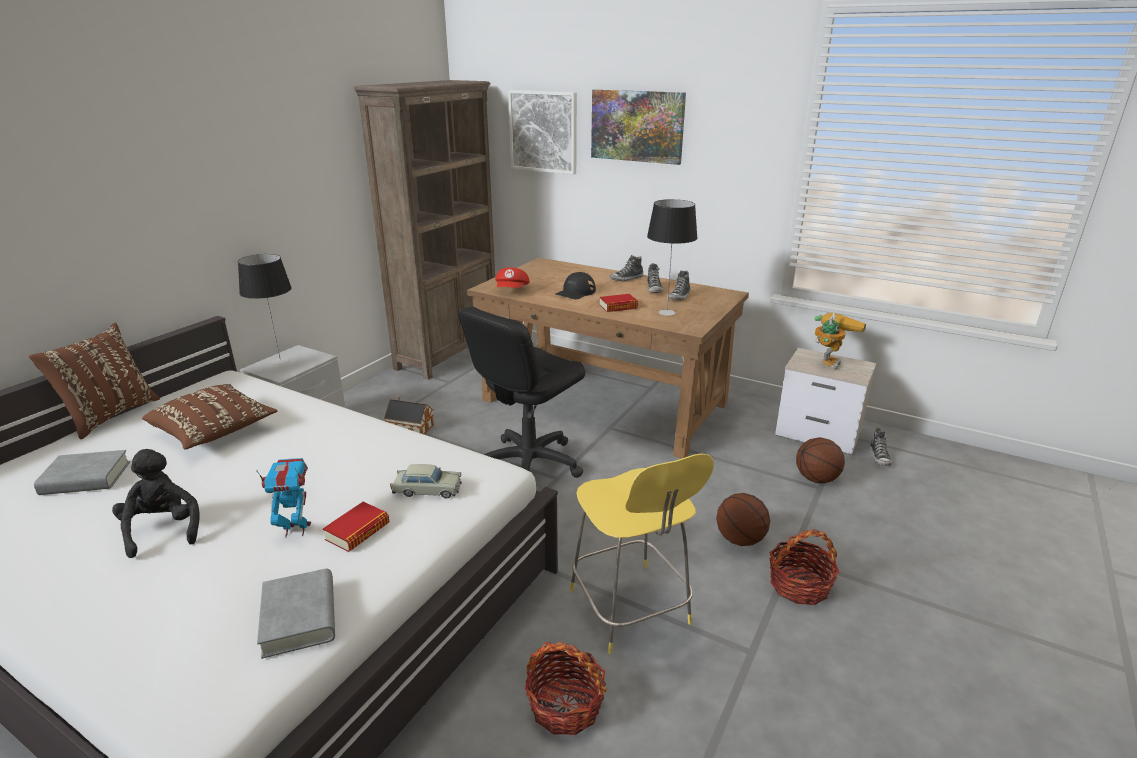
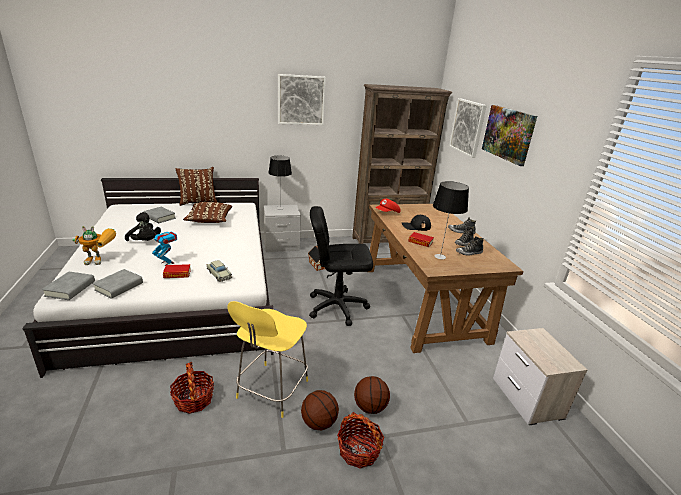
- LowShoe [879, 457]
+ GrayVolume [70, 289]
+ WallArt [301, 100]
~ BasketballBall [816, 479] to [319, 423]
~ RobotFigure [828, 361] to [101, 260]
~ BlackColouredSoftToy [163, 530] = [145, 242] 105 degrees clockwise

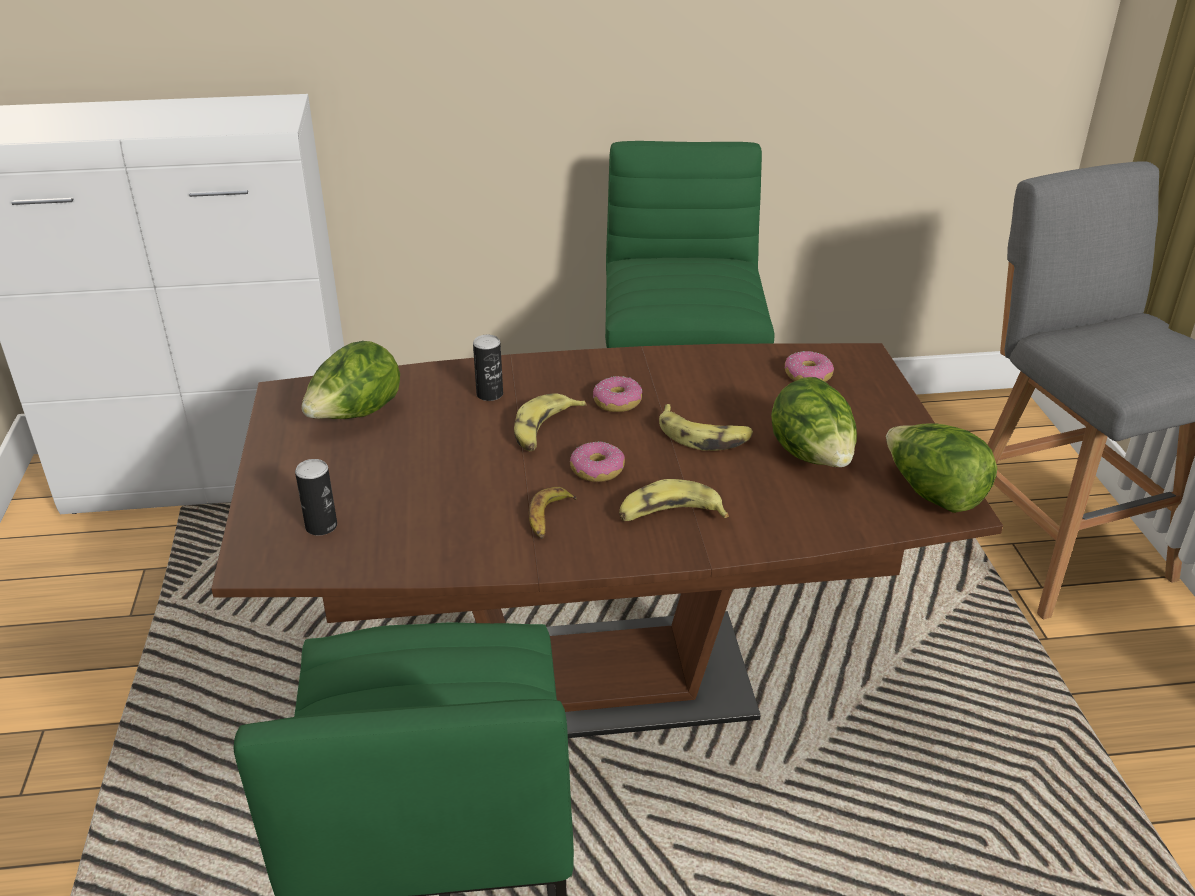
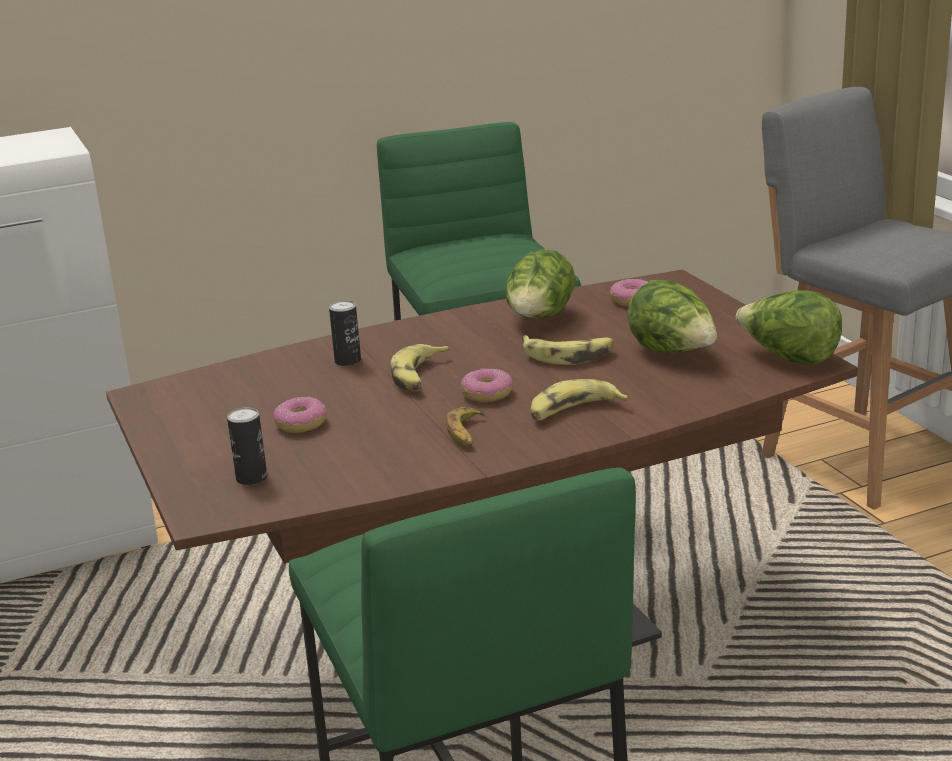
~ Lettuce [355, 416] to [540, 319]
~ RingDoughnut [617, 402] to [300, 424]

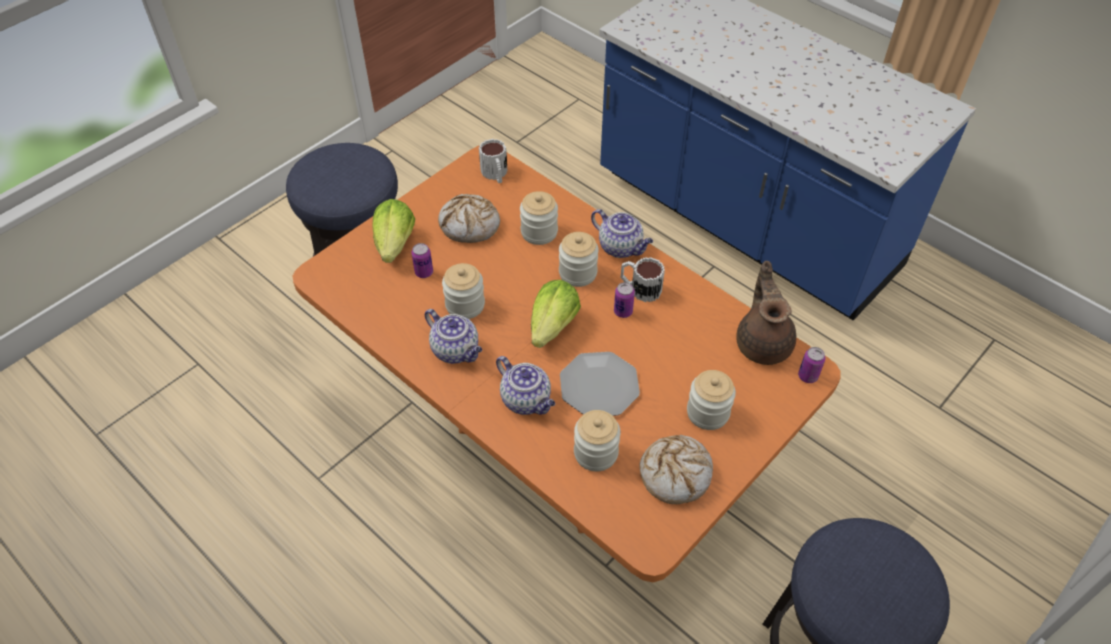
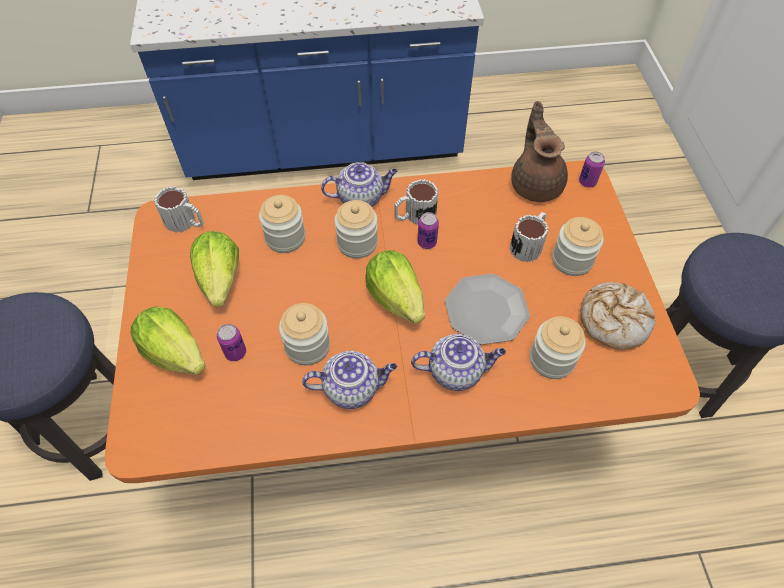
+ Mug [529, 244]
~ Bread [470, 225] to Lettuce [221, 280]
~ BrownishPotForTea [763, 342] = [536, 183] 45 degrees clockwise

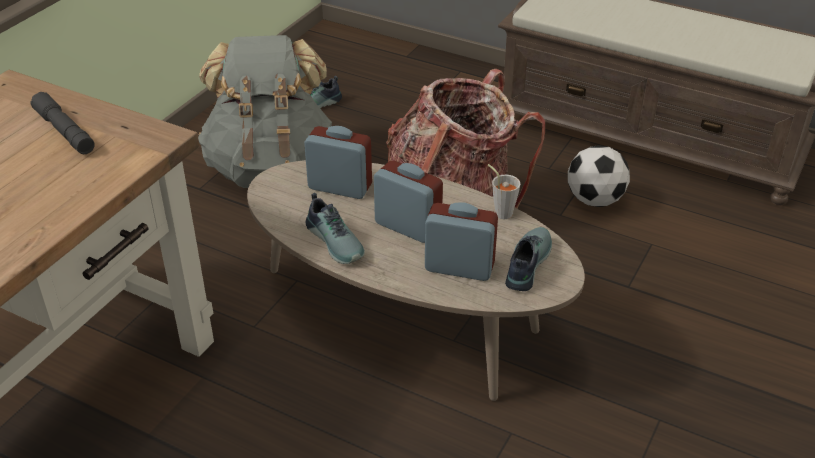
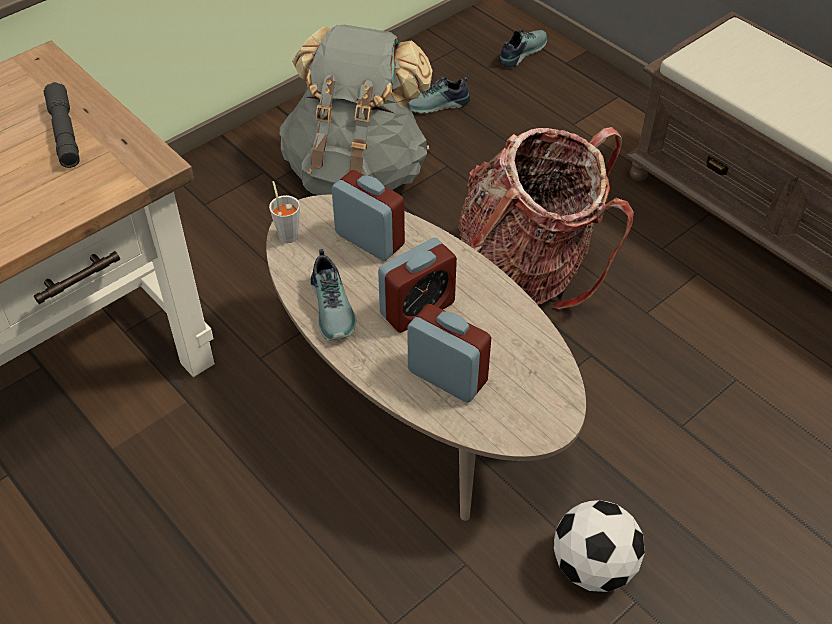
~ GraySmallCup [501, 211] to [287, 233]
~ LowShoe [525, 264] to [520, 52]
~ FootballBall [594, 200] to [593, 566]
~ TableClock [408, 226] = [417, 309] 90 degrees clockwise

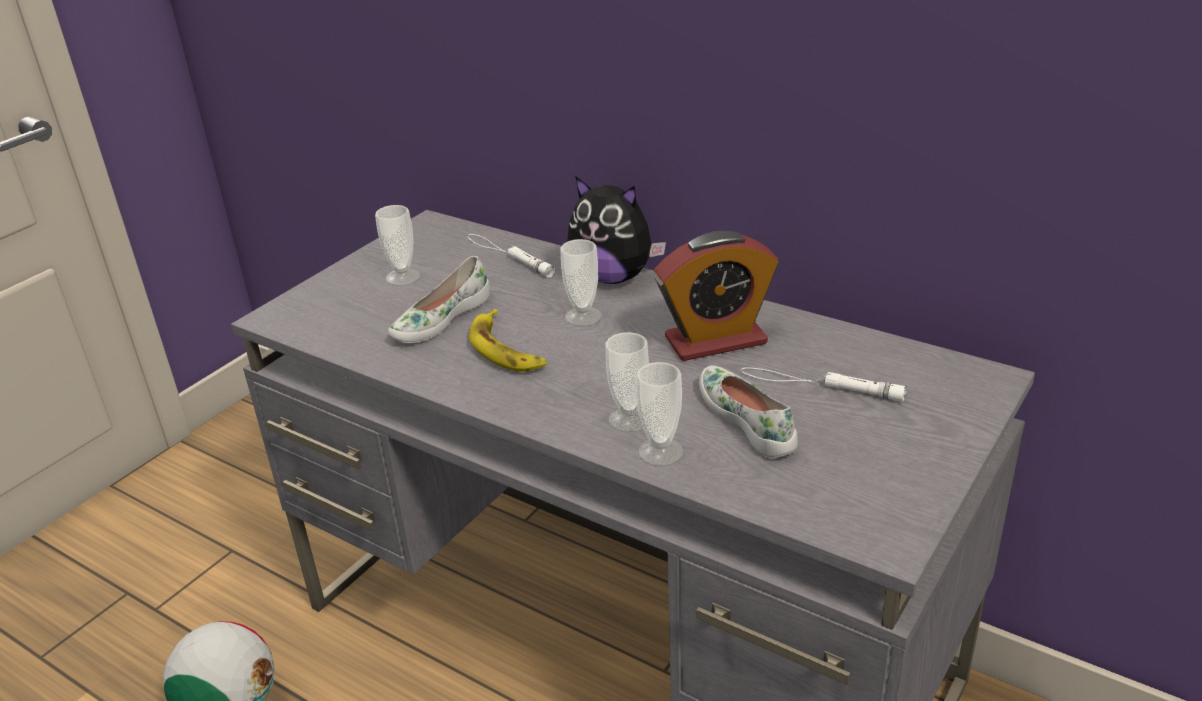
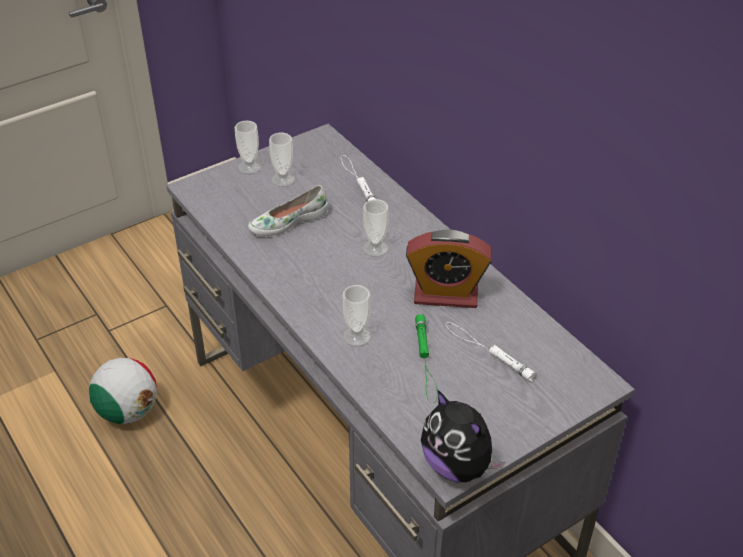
- BananaFruit [506, 349]
~ SoftToy [614, 277] to [458, 465]
~ SmallCup [660, 451] to [249, 167]
~ WhiteColouredLowShoe [747, 419] to GreenFlashlight [426, 360]

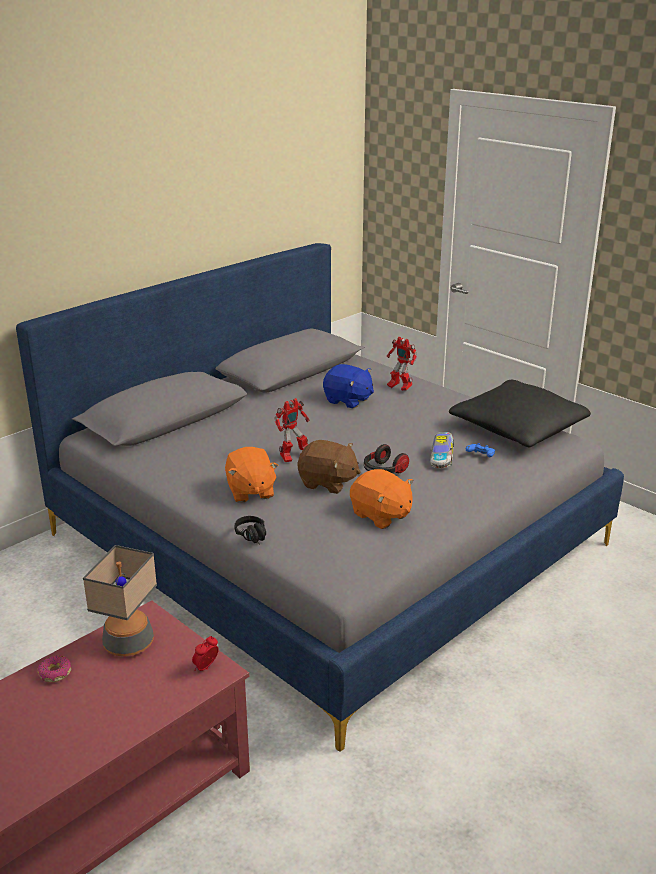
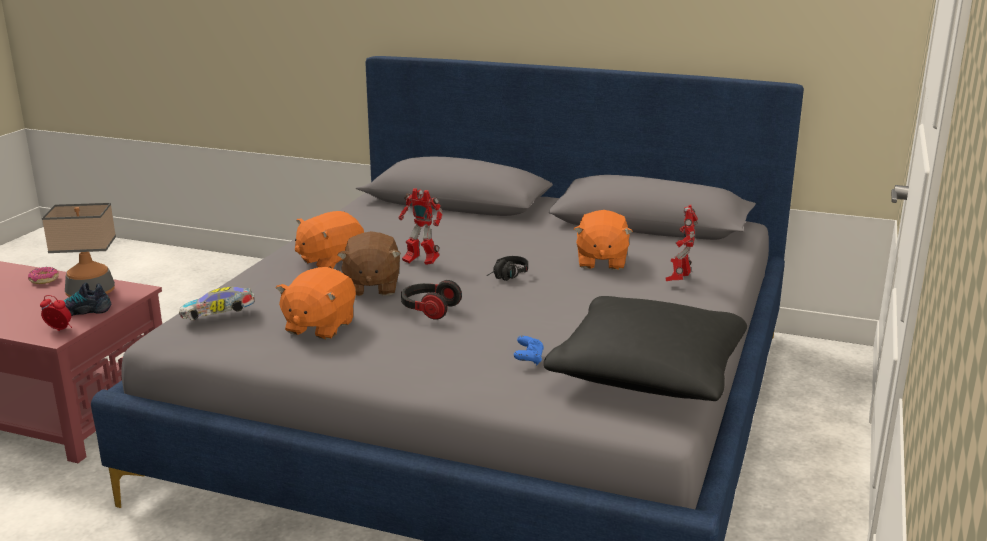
+ LowShoe [78, 312]
~ BlackColouredHeadset [254, 537] to [507, 276]
~ MiniatureCar [441, 457] to [220, 315]
~ BluishSoftToy [348, 400] to OrangeColouredSoftToy [601, 261]

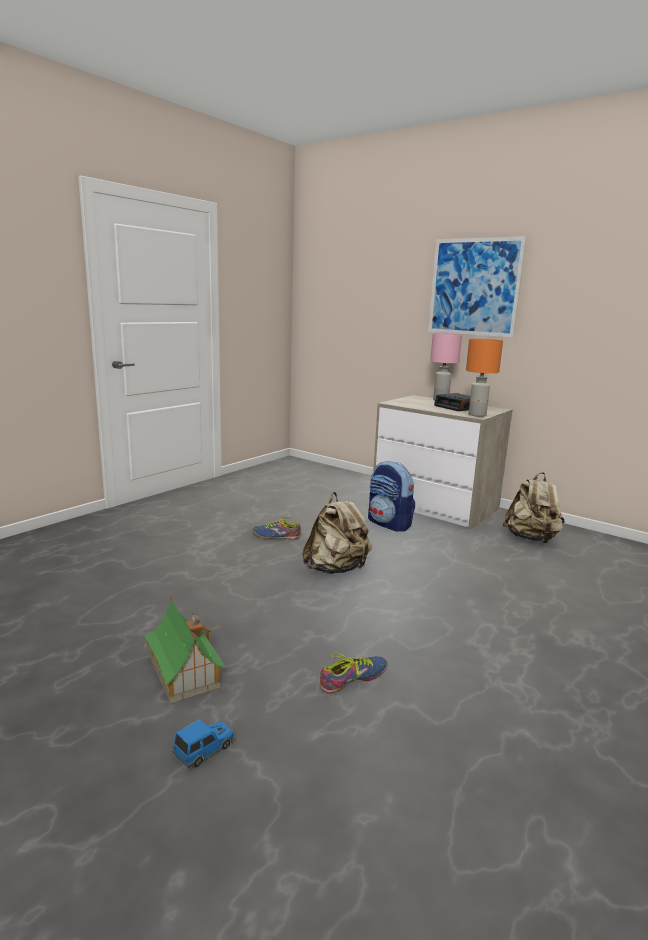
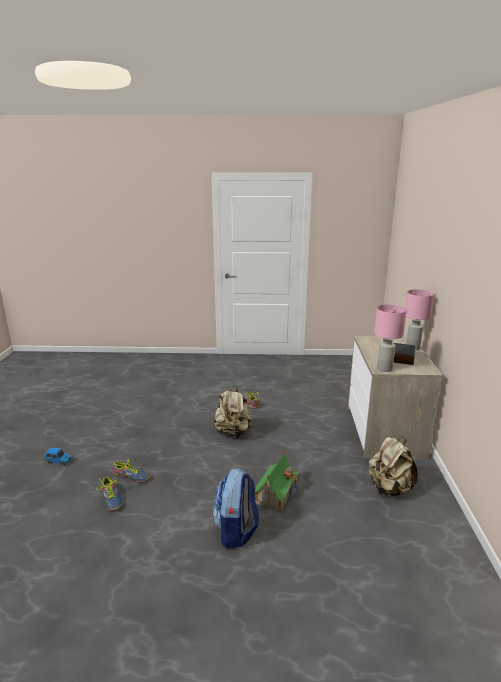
- WallArt [474, 287]
+ LowShoe [112, 498]
~ ModelHouse [184, 672] to [275, 493]
~ Backpack [389, 524] to [236, 531]
~ OrangeColouredTableLamp [477, 415] to PinkColouredTableLamp [385, 369]

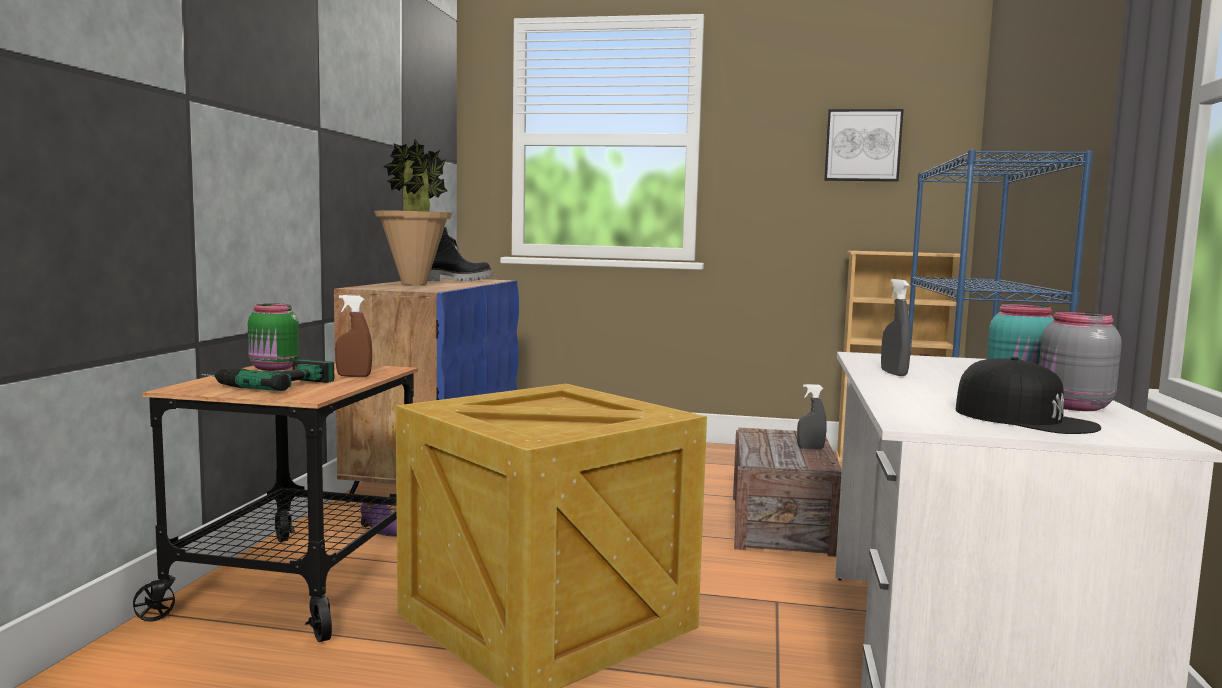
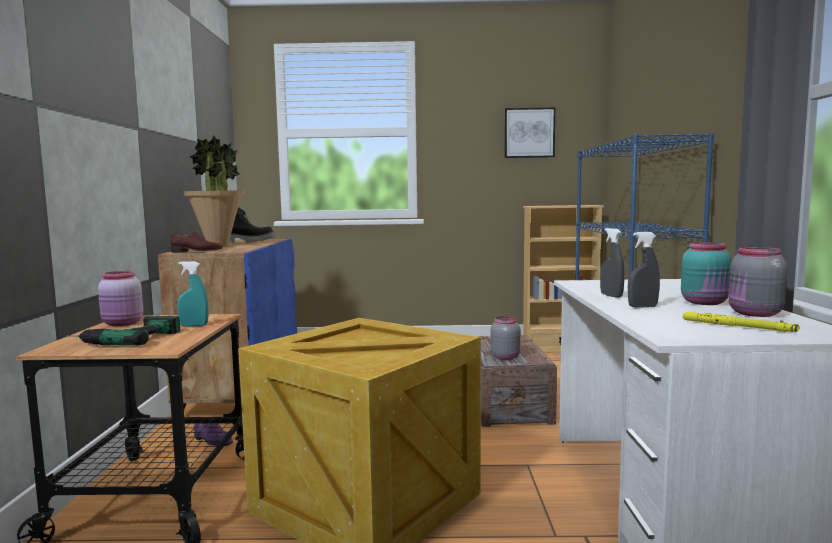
+ BrownishLowShoe [197, 251]
+ GrayStorageJar [505, 357]
~ GraySprayBottle [810, 448] to [642, 306]
~ BlackColouredCap [1024, 418] to YellowishFlashlight [737, 326]
~ GreenStorageJar [274, 368] to PinkColouredStorageJar [123, 324]
~ BrownishSprayBottle [354, 376] to TurquoiseColouredSprayBottle [194, 325]

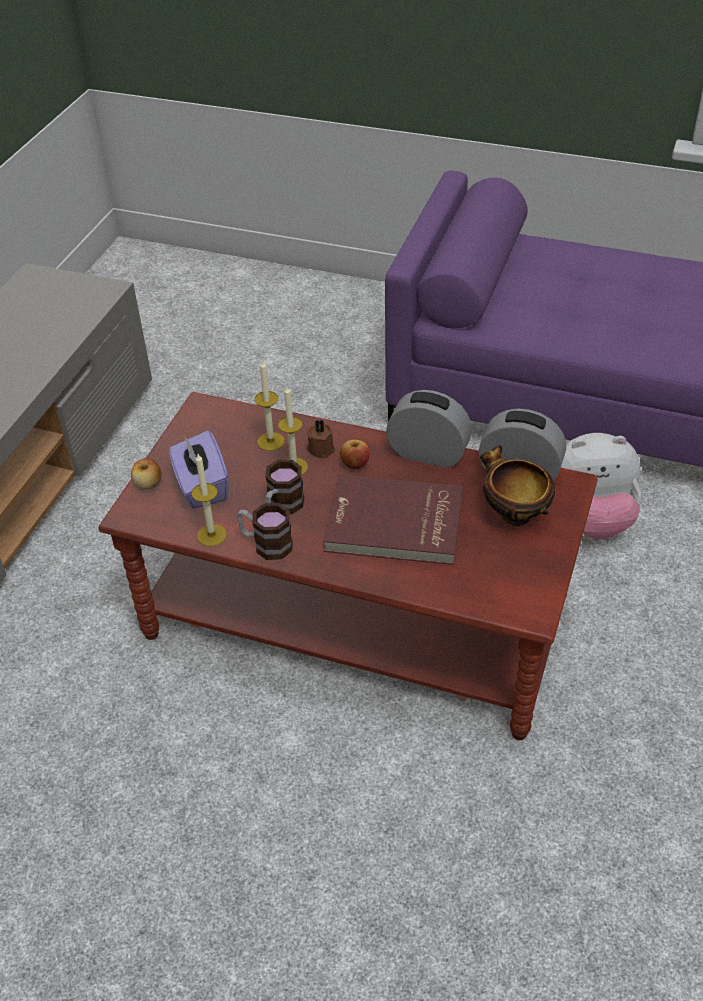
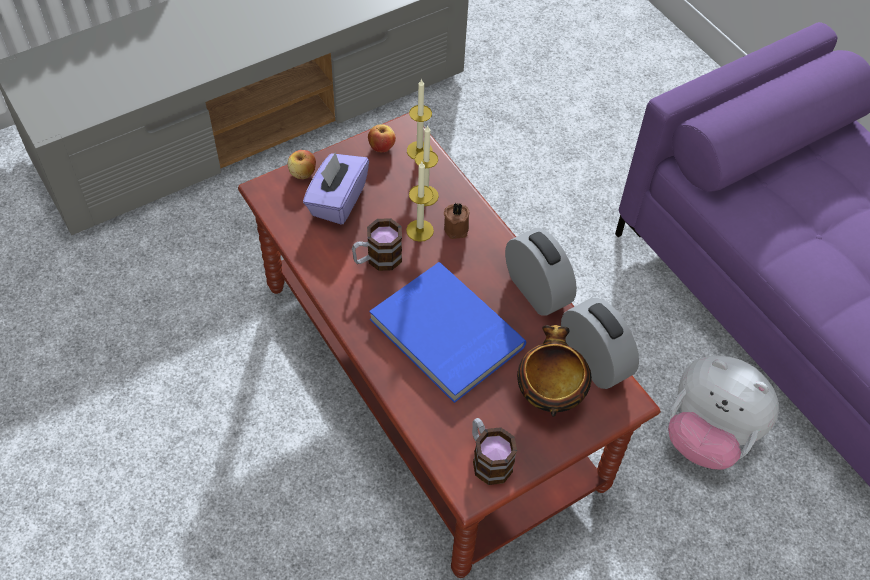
~ Candle [211, 535] to [419, 150]
~ Mug [266, 544] to [488, 459]
~ WholeApple [355, 464] to [381, 147]
~ RedColouredVolume [394, 525] to BluishVolume [444, 335]

